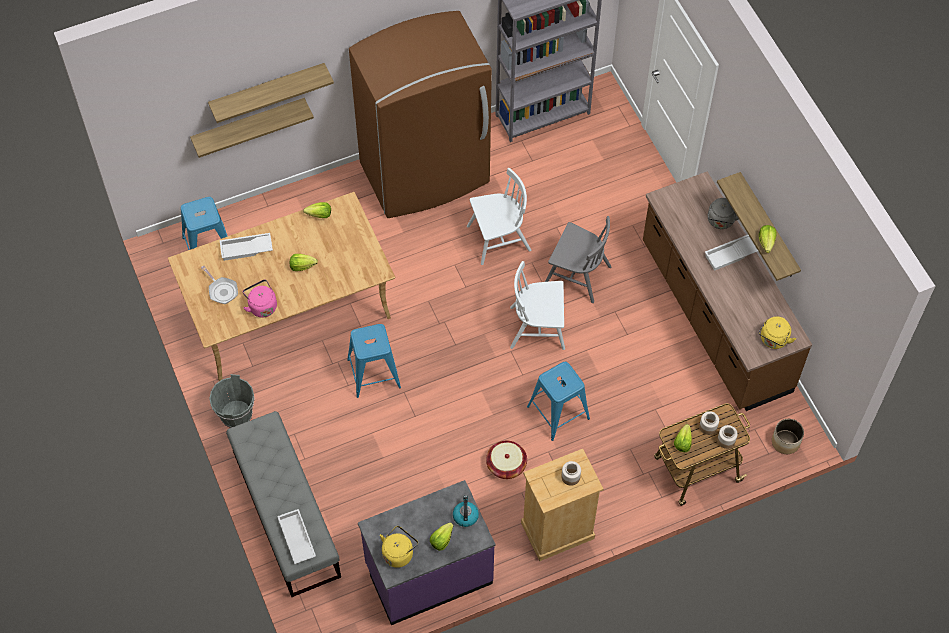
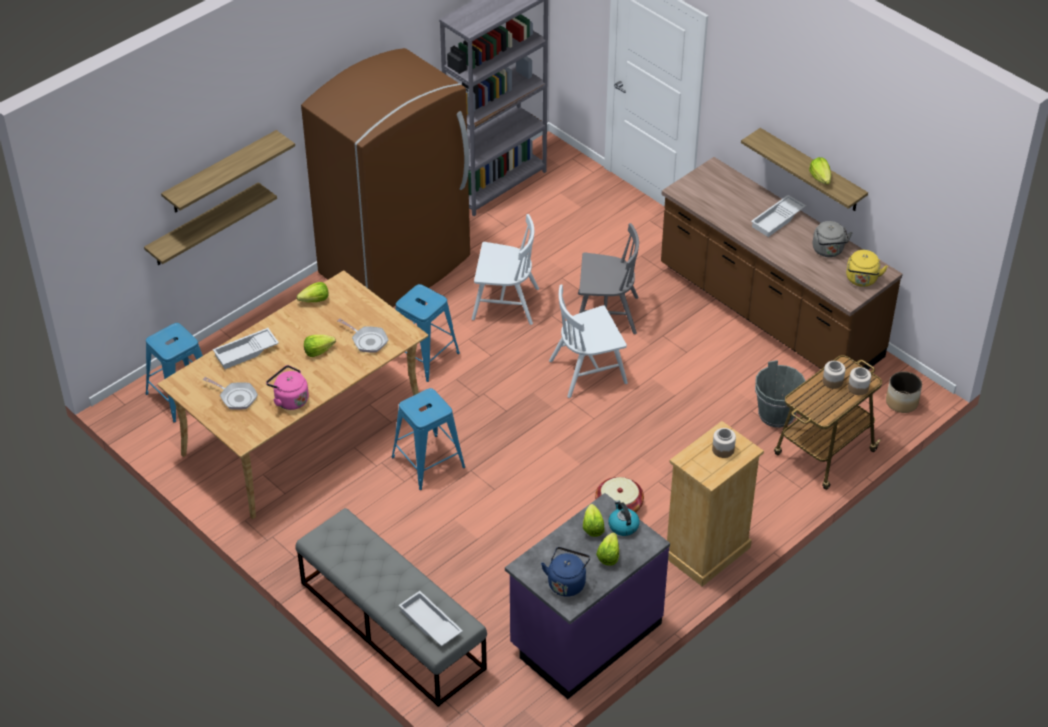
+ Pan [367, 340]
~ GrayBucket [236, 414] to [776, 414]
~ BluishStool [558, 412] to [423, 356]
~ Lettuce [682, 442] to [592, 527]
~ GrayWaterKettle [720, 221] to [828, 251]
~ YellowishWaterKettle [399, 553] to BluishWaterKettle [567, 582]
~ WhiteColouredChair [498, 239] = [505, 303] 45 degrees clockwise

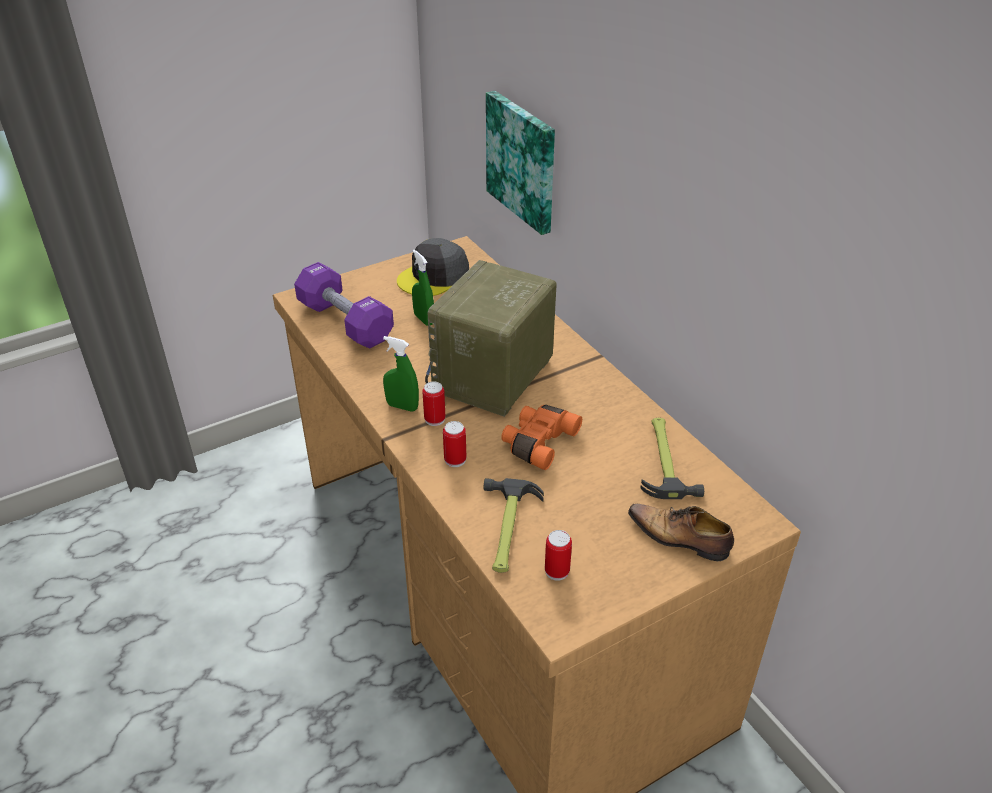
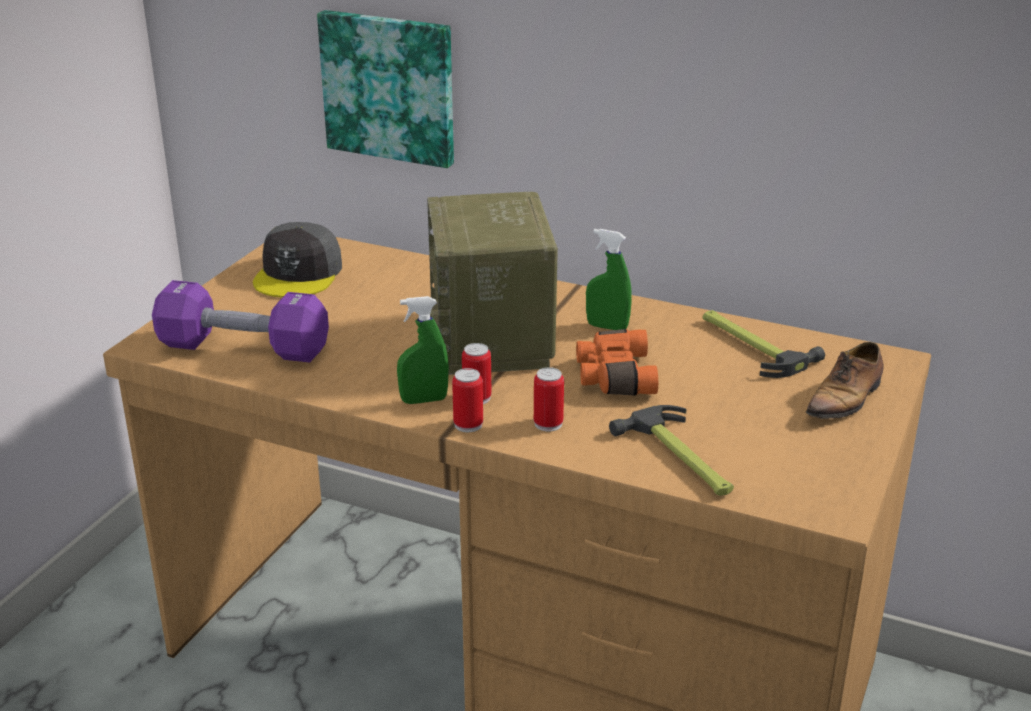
~ GreenSprayBottle [424, 319] to [607, 327]
~ MetalCan [557, 571] to [468, 424]
~ LowShoe [680, 538] = [845, 399] 45 degrees counterclockwise

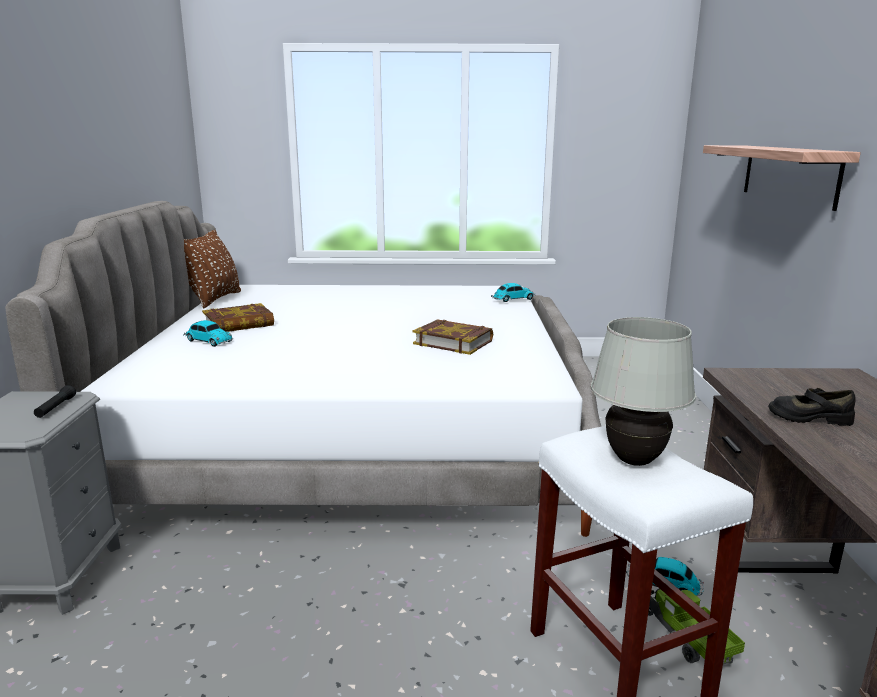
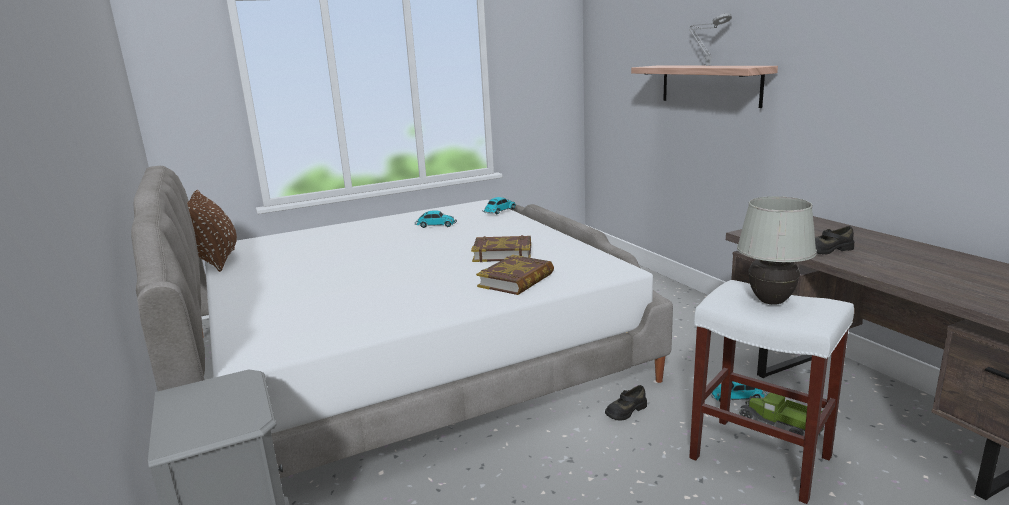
- BlackColouredFlashlight [56, 408]
+ BlackColouredLowShoe [625, 411]
+ GrayTableLamp [706, 65]
~ MiniatureCar [208, 341] to [435, 225]
~ Volume [239, 324] to [516, 280]

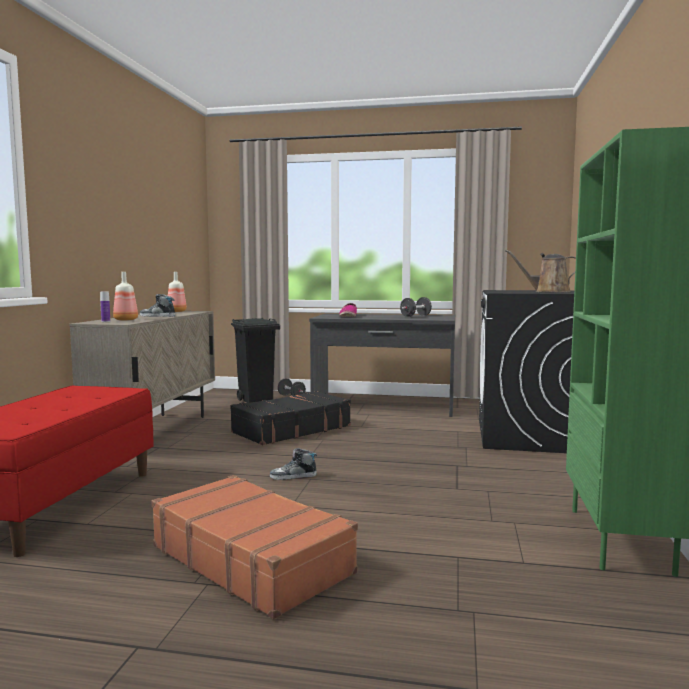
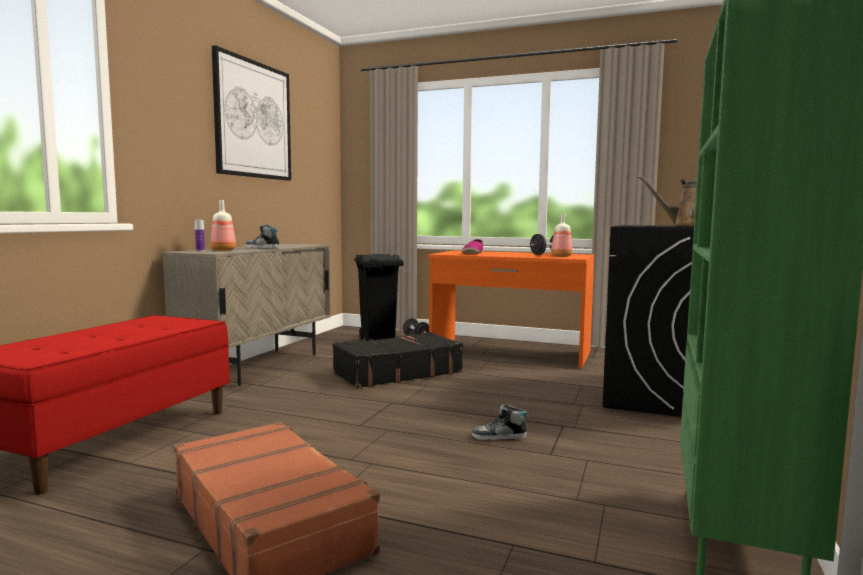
+ WallArt [253, 120]
~ BeverageBottle [176, 311] to [561, 256]
~ LowShoe [293, 476] to [499, 437]
~ GrayDeskTable [384, 406] to OrangeColouredDeskTable [510, 352]

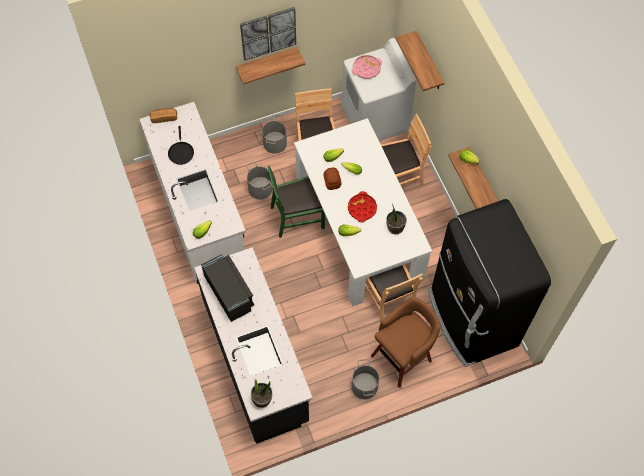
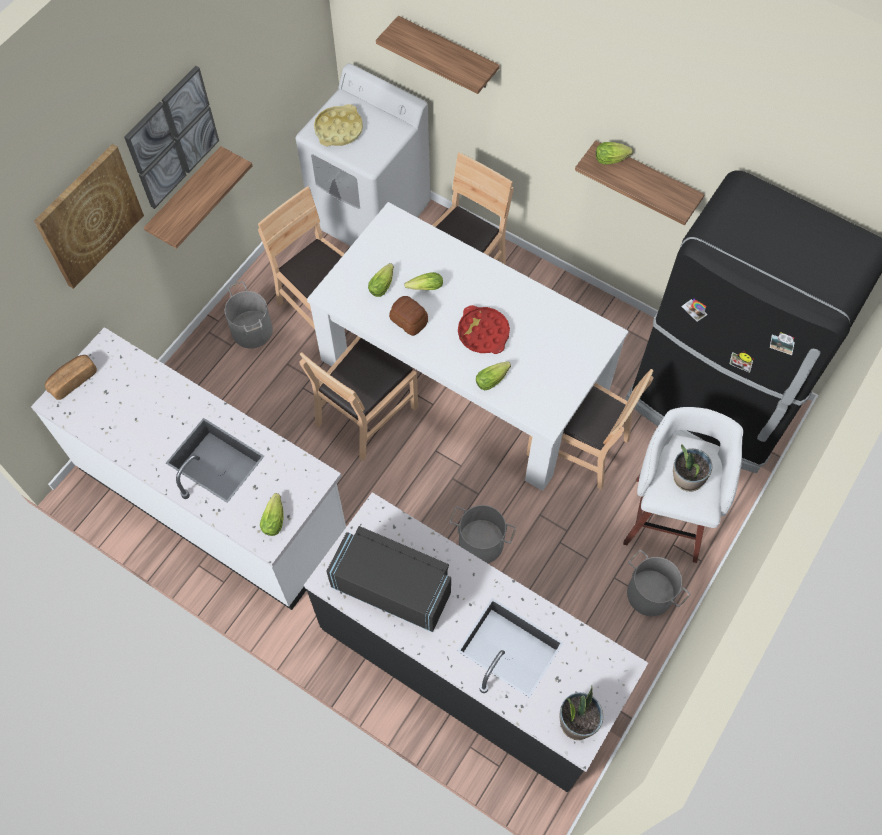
- BlackColouredPan [181, 152]
+ WallArt [89, 216]
~ GrayBucket [260, 188] to [481, 542]
~ Houseplant [395, 227] to [686, 478]
~ GreenChair [297, 216] to BrownishChair [365, 414]
~ PinkColouredCarryingTray [366, 68] to YellowishCarryingTray [338, 129]
~ BrownishStool [403, 357] to WhiteColouredStool [667, 516]

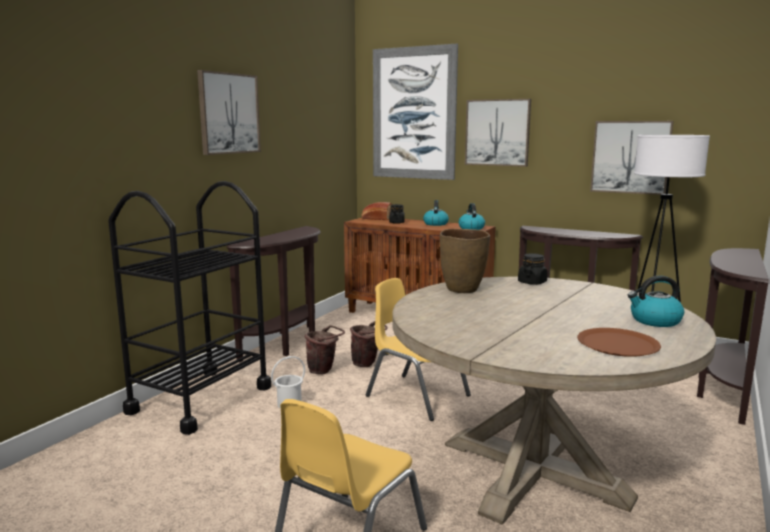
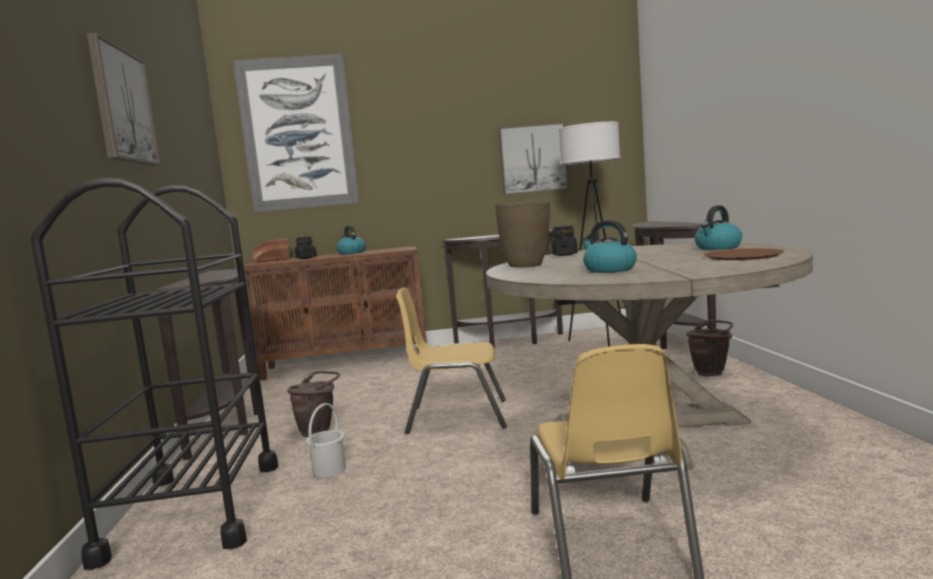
- WallArt [497, 132]
~ BrownishBucket [367, 364] to [712, 373]
~ WaterKettle [471, 228] to [609, 269]

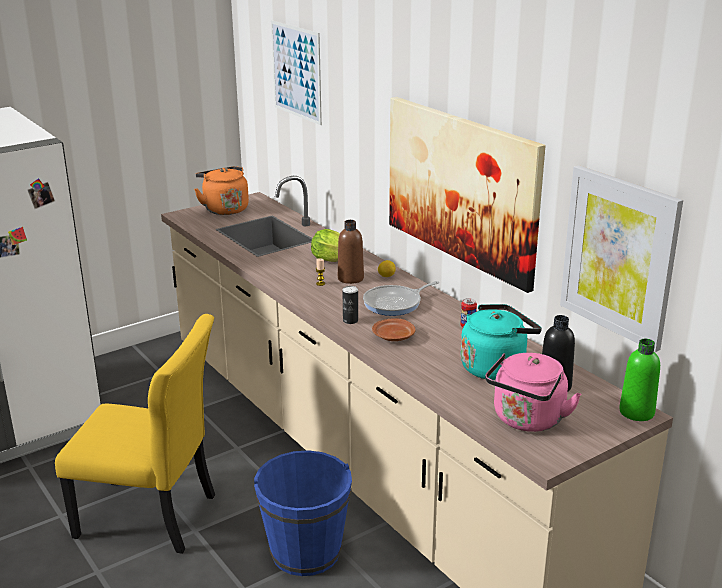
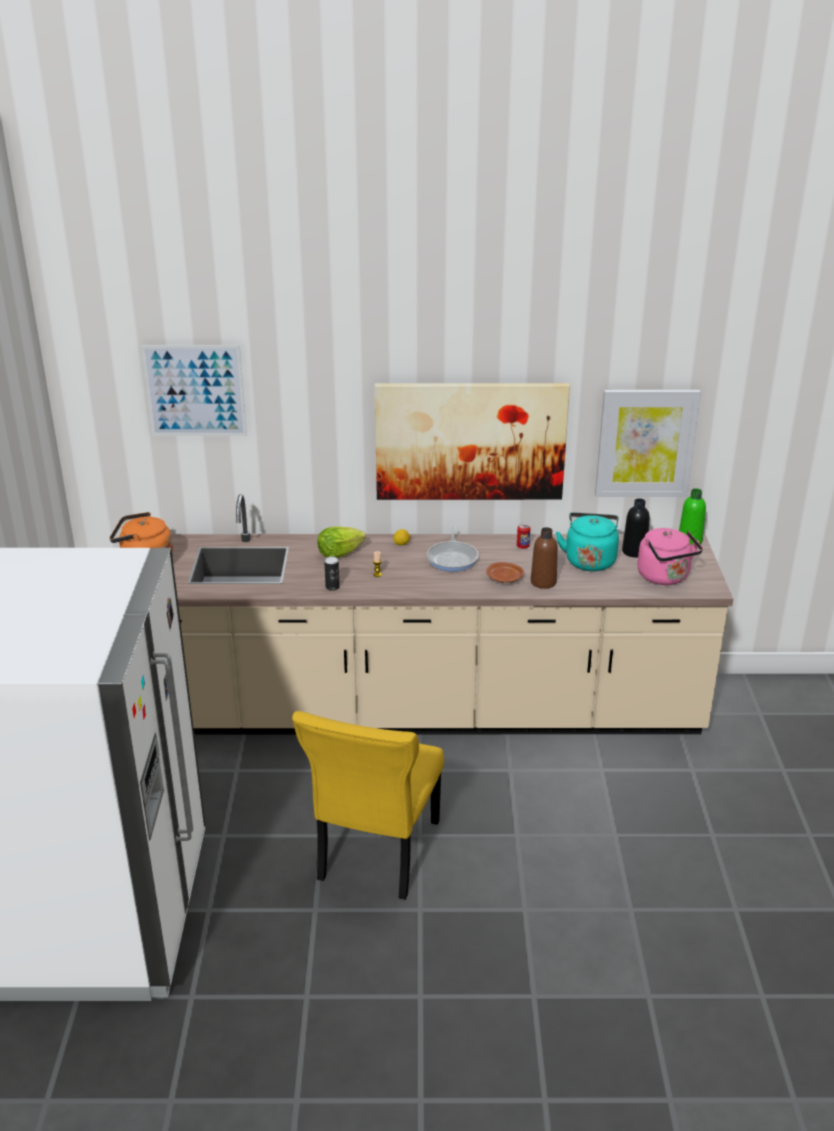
- BluishBucket [306, 552]
~ BrownishBeverageBottle [350, 278] to [543, 582]
~ MetalCan [350, 321] to [332, 587]
~ YellowishChair [151, 517] = [376, 854] 150 degrees clockwise

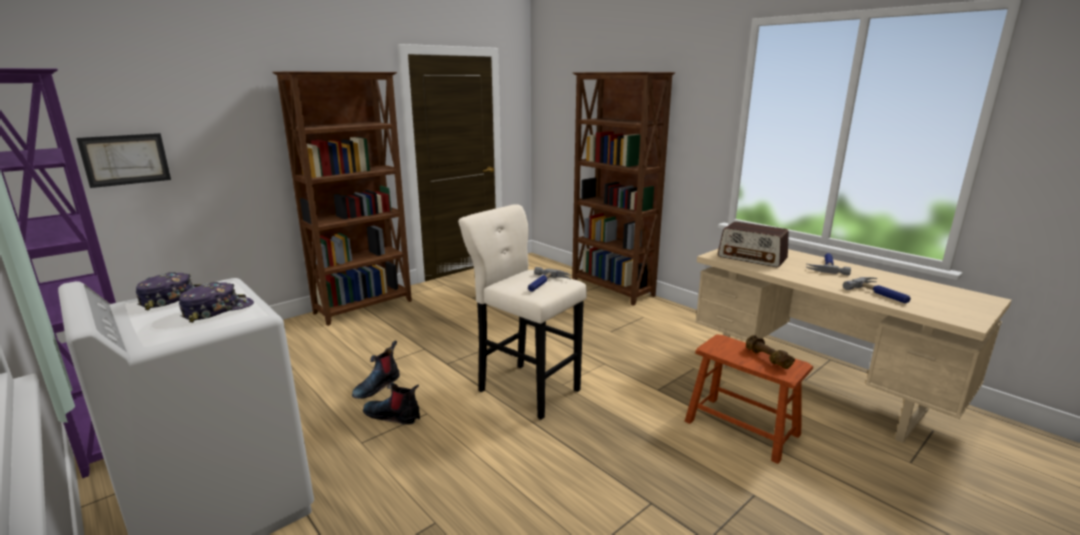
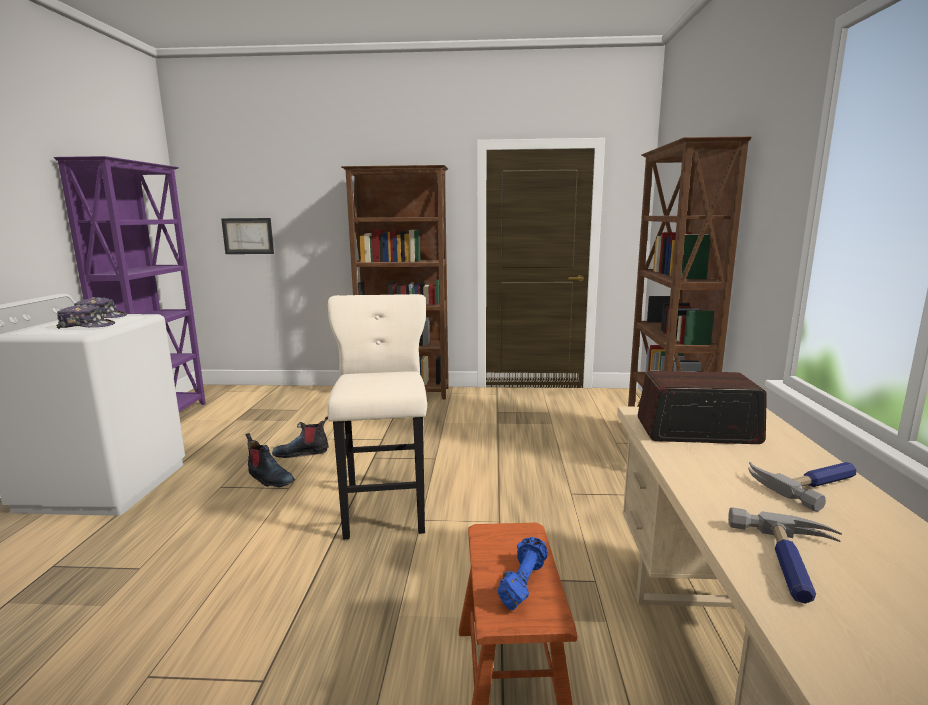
- HandHammer [544, 284]
~ BrownishHandWeight [766, 359] to BluishHandWeight [522, 583]
~ Boot [393, 416] = [269, 478] 150 degrees clockwise
~ Radio [752, 258] = [696, 431] 105 degrees clockwise

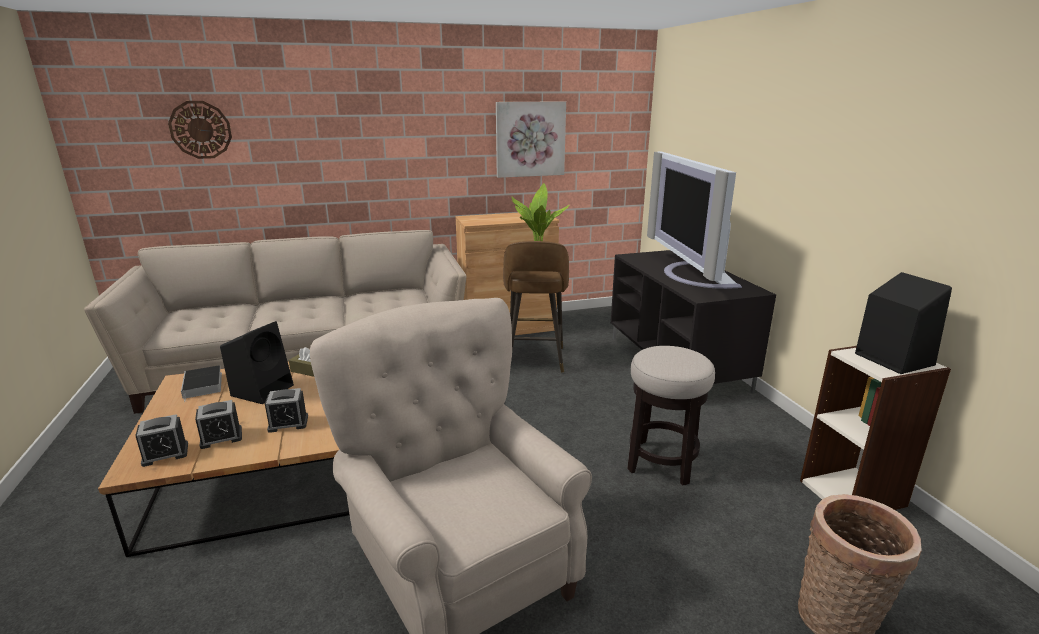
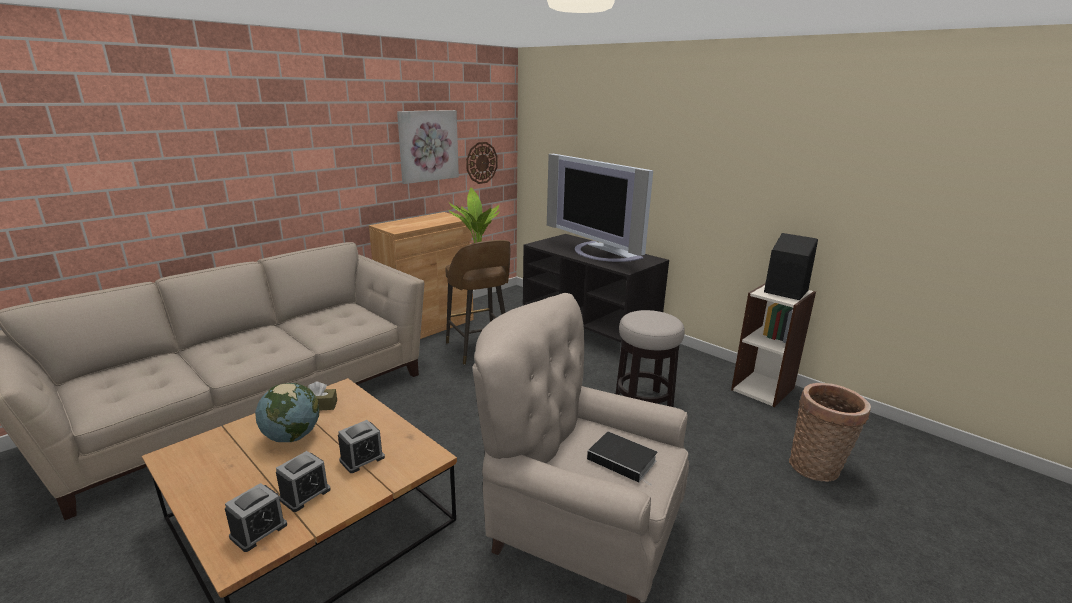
~ WallClock [200, 130] to [481, 162]
~ Volume [203, 385] to [624, 460]
~ BlackColouredSpeaker [263, 389] to Globe [292, 436]

